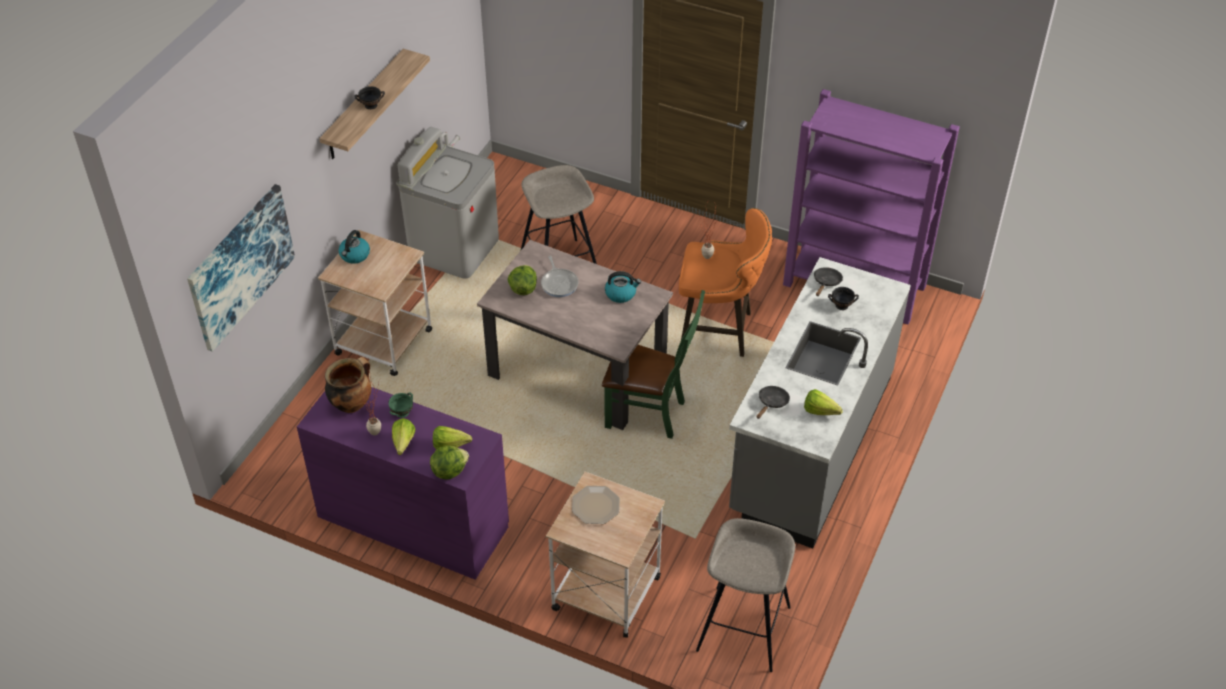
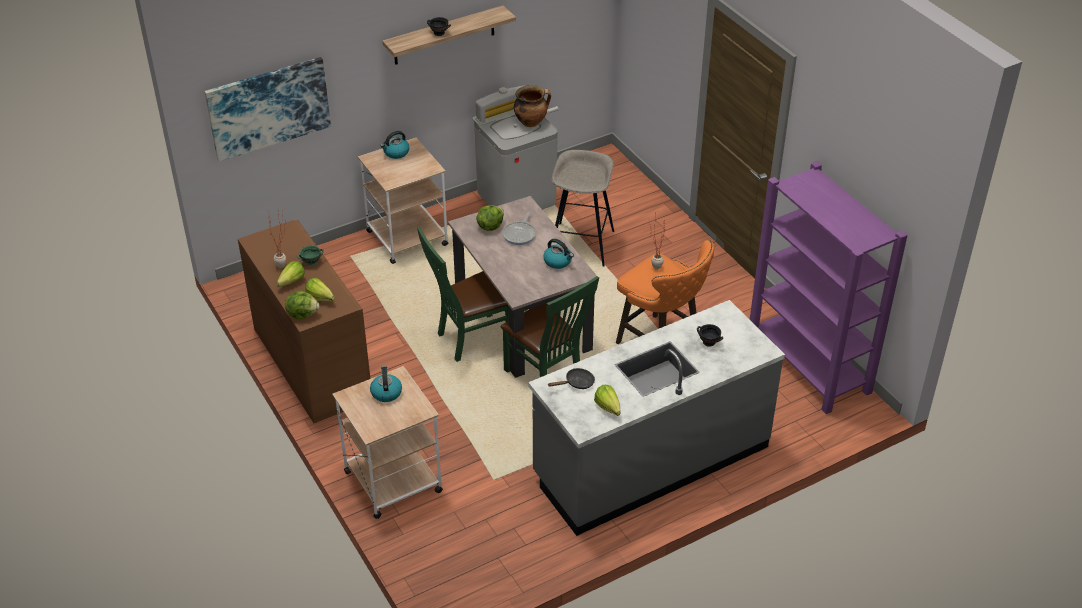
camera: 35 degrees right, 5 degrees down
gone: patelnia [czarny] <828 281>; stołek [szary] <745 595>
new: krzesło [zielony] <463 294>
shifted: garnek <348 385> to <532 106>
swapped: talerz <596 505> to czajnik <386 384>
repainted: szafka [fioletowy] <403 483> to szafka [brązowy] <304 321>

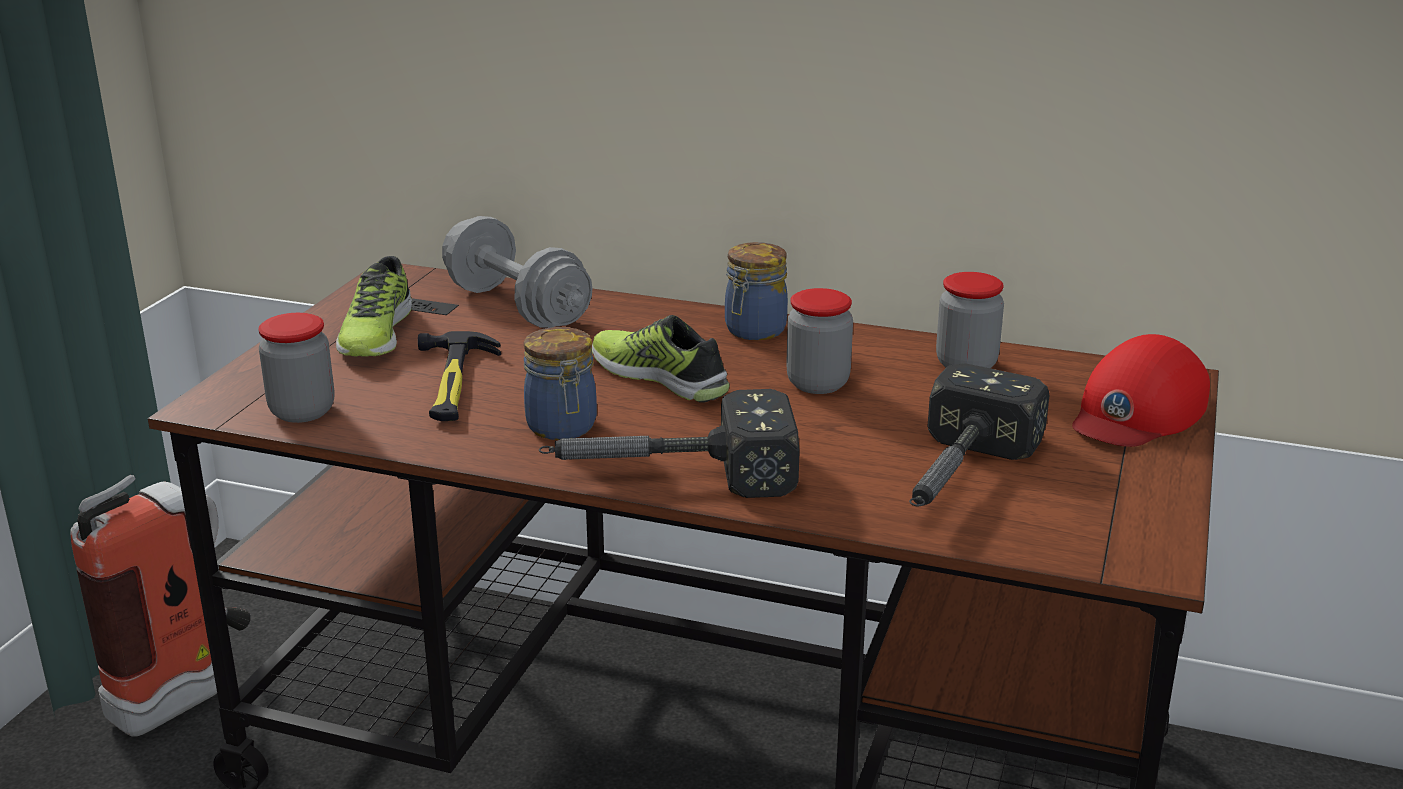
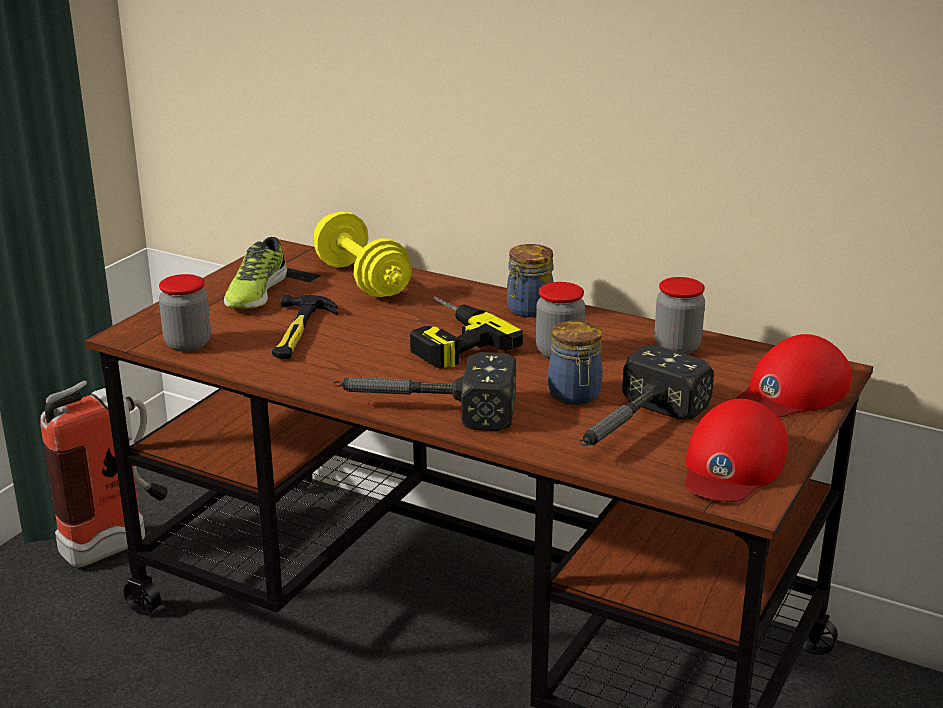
camera: 10 degrees right, 0 degrees up
new: czapka z daszkiem [czerwony] <736 450>
shifted: słoik <560 383> to <575 362>
swapped: but <661 359> to wiertarka <466 332>
repainted: hantel [szary] <517 272> to hantel [żółty] <363 254>

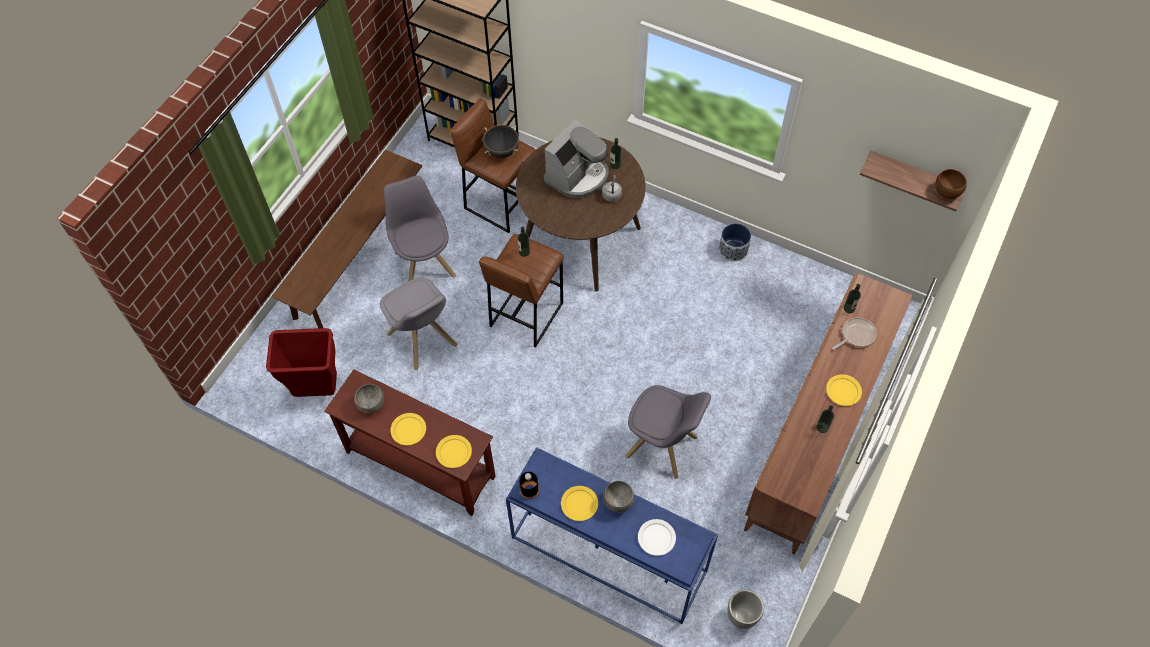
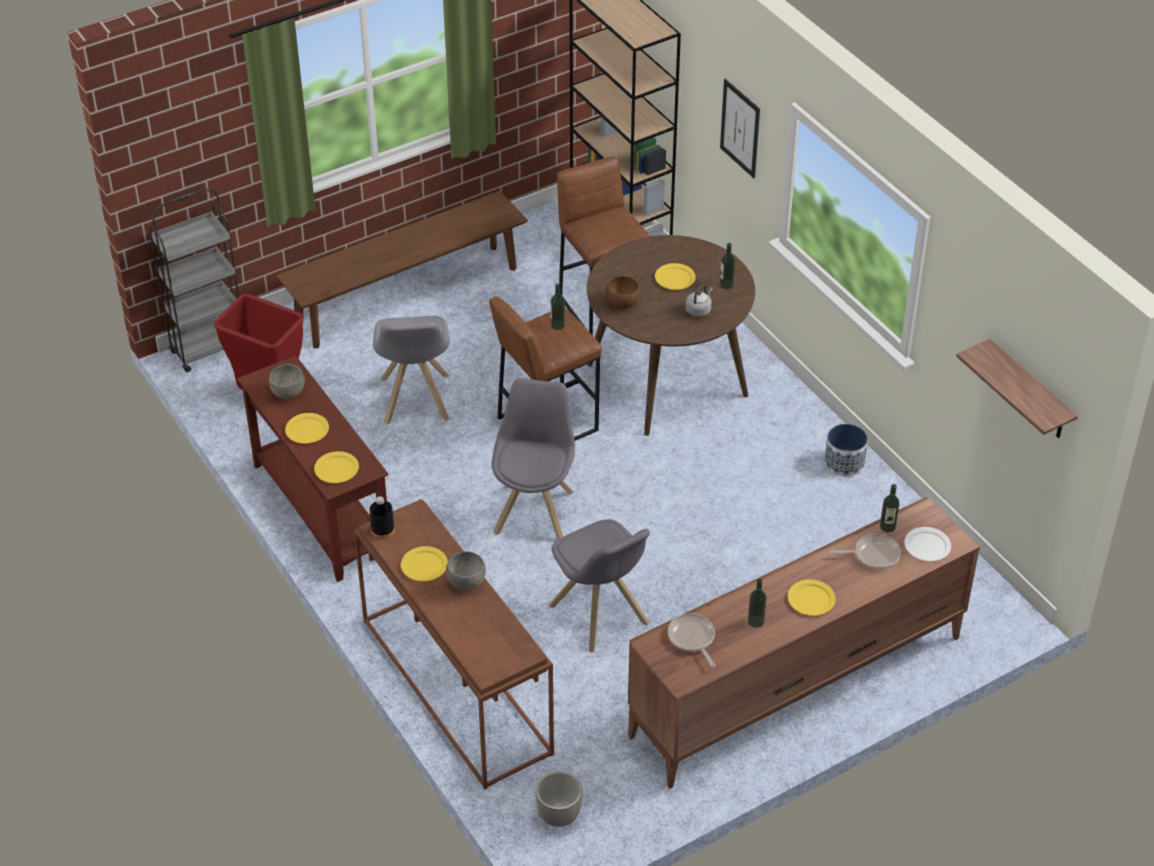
camera: 30 degrees right, 15 degrees down
gone: garnek [czarny] <501 141>
new: obraz <740 128>; wózek [szary] <194 281>; patelnia <691 640>
shifted: miska [brązowy] <951 184> to <623 292>; krzesło [szary] <420 228> to <533 459>; talerz [biały] <657 537> to <927 544>
swapped: ekspres do kawy <576 158> to talerz [żółty] <675 276>
repainted: stolik konsolowy [niebieski] <612 535> to stolik konsolowy [brązowy] <454 644>

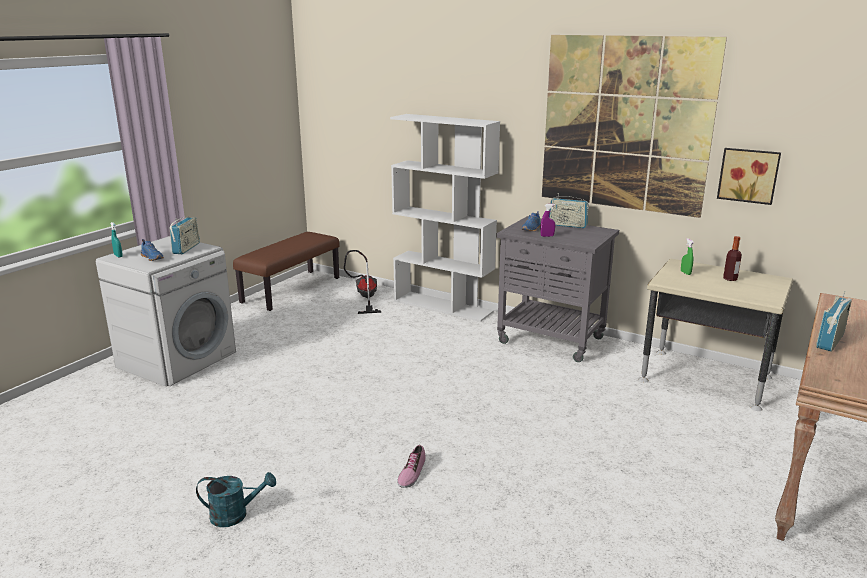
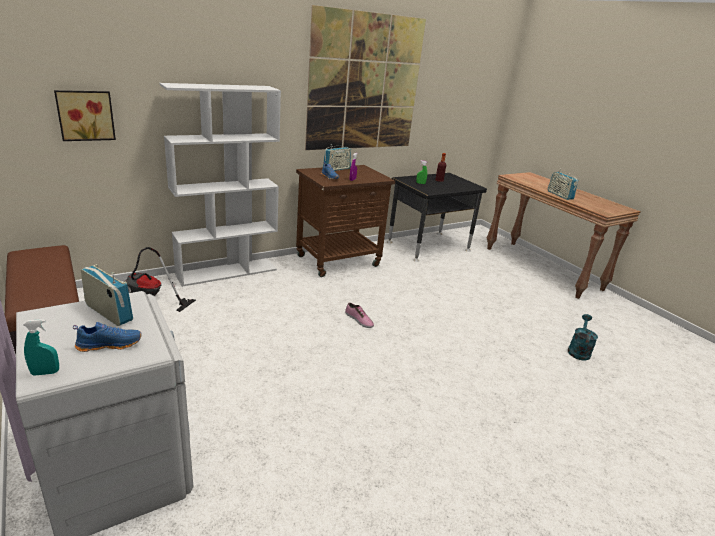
camera: 65 degrees left, 5 degrees up
shifted: obraz <749 176> to <85 115>; but <411 466> to <359 315>; konewka [turkusowy] <236 499> to <583 337>
repainted: wózek [szary] <558 289> to wózek [brązowy] <345 221>; biurko [beżowy] <715 335> to biurko [czarny] <436 217>

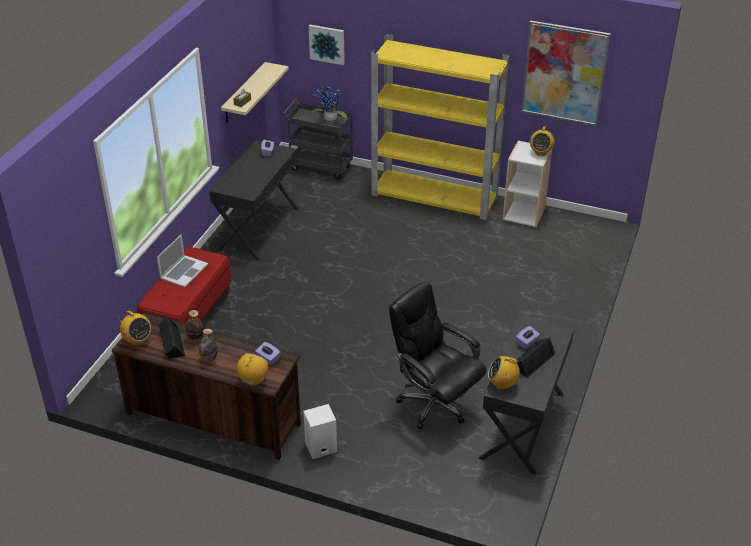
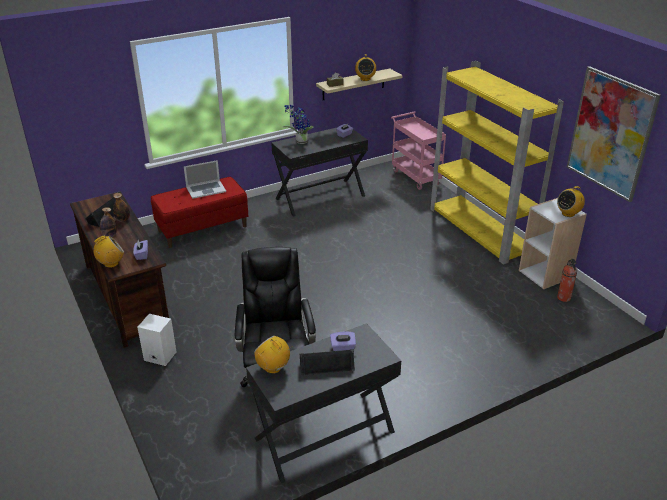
camera: 40 degrees right, 5 degrees down
gone: obraz <327 45>
new: gaśnica <567 280>
shifted: roślina doniczkowa <329 104> to <298 124>; radio <134 328> to <365 67>
repainted: wózek [szary] <317 139> to wózek [różowy] <418 150>

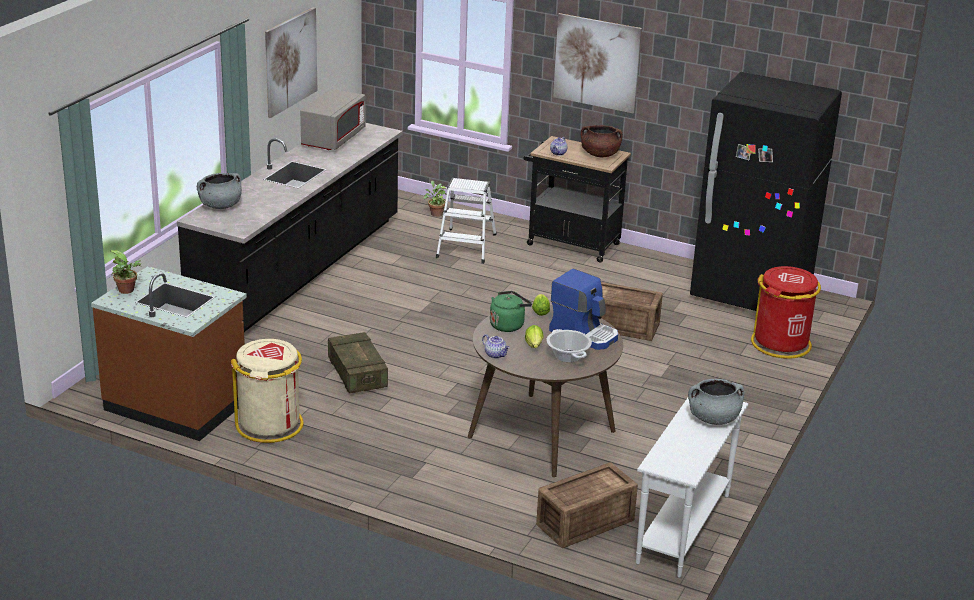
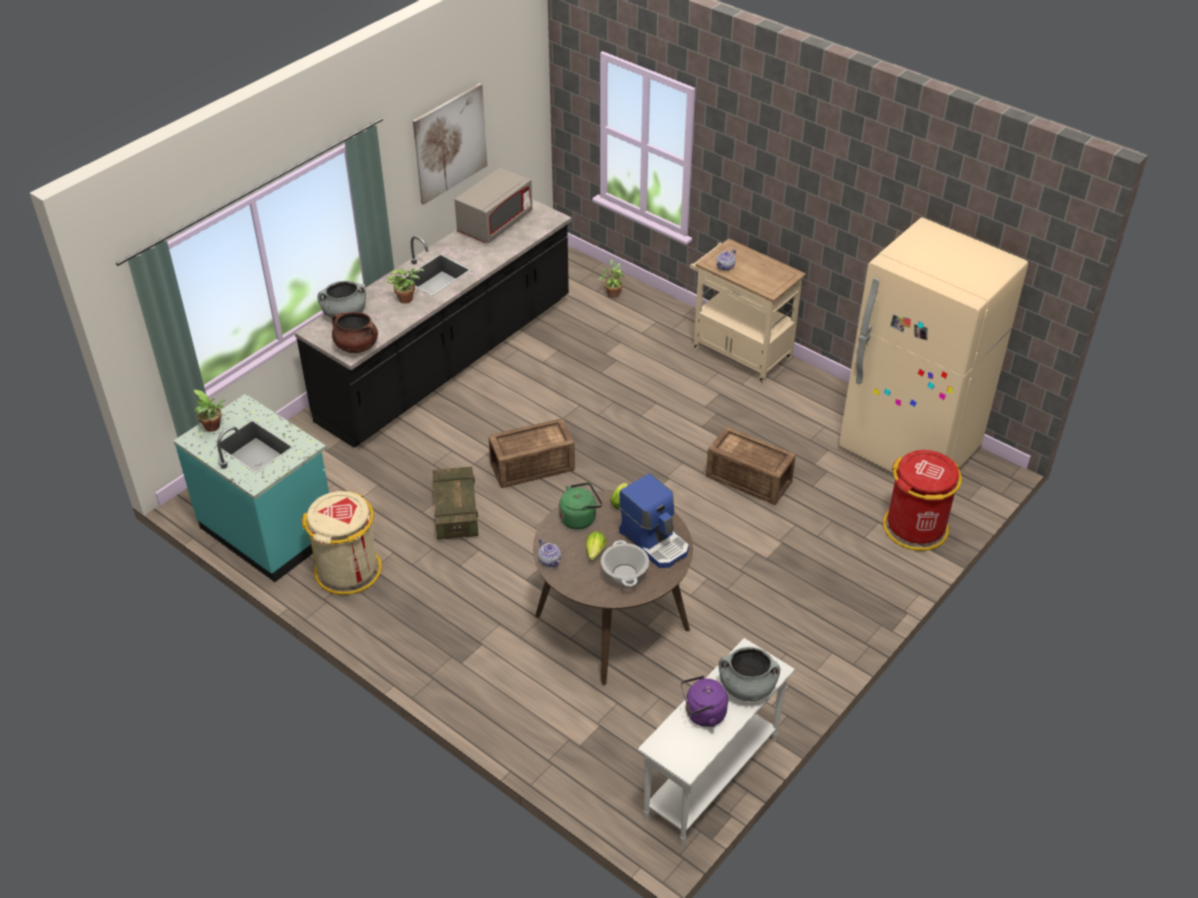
camera: 15 degrees right, 15 degrees up
gone: obraz <597 63>; drabinka [biały] <466 221>
new: roślina doniczkowa <406 286>; czajnik [fioletowy] <704 701>
shifted: garnek [brązowy] <602 141> to <355 332>; skrzynka <587 505> to <531 453>
repainted: lodówka [czarny] <766 191> to lodówka [beżowy] <933 345>; wózek [czarny] <577 199> to wózek [beżowy] <748 311>; zabudowa kuchenna [brązowy] <169 353> to zabudowa kuchenna [turkusowy] <251 488>

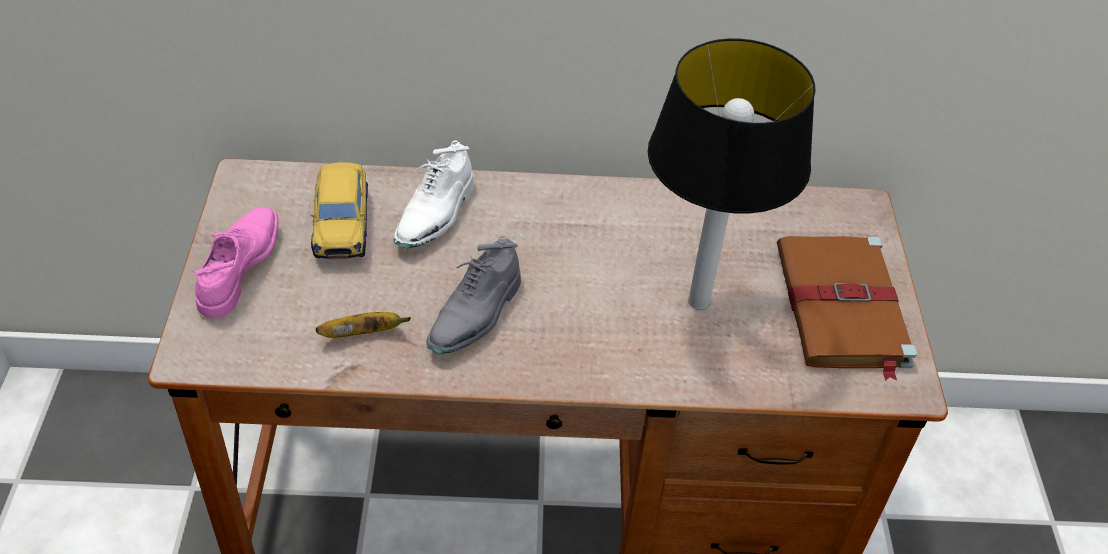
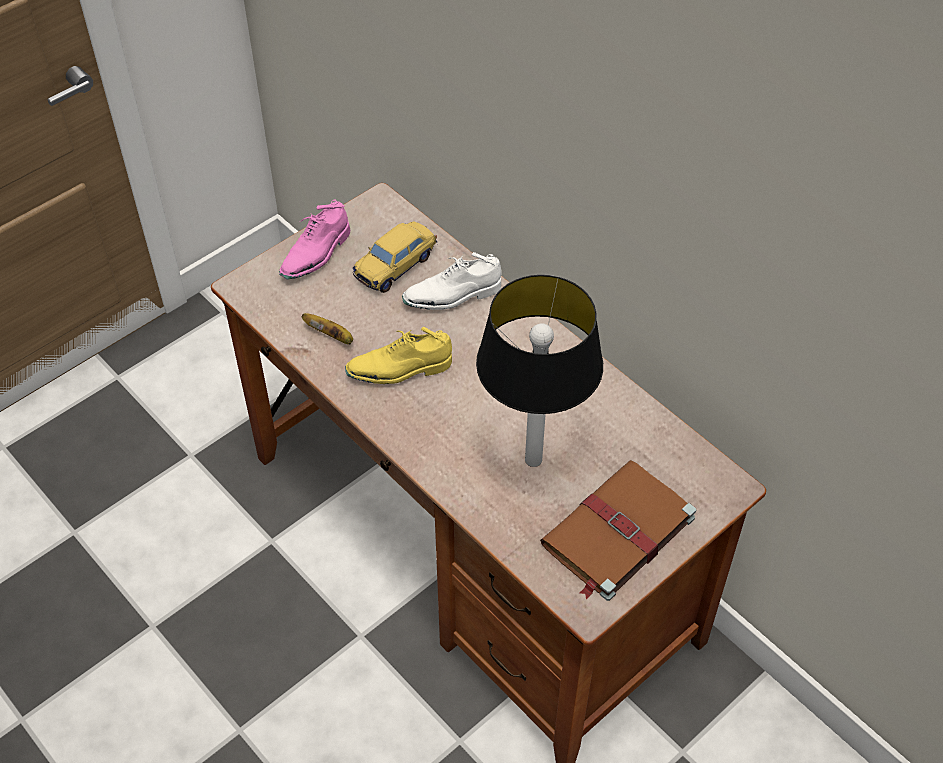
camera: 50 degrees right, 5 degrees up
repainted: but [szary] <473 295> to but [żółty] <398 355>
rotated: but [różowy] <236 262> = <314 239> 150 degrees clockwise

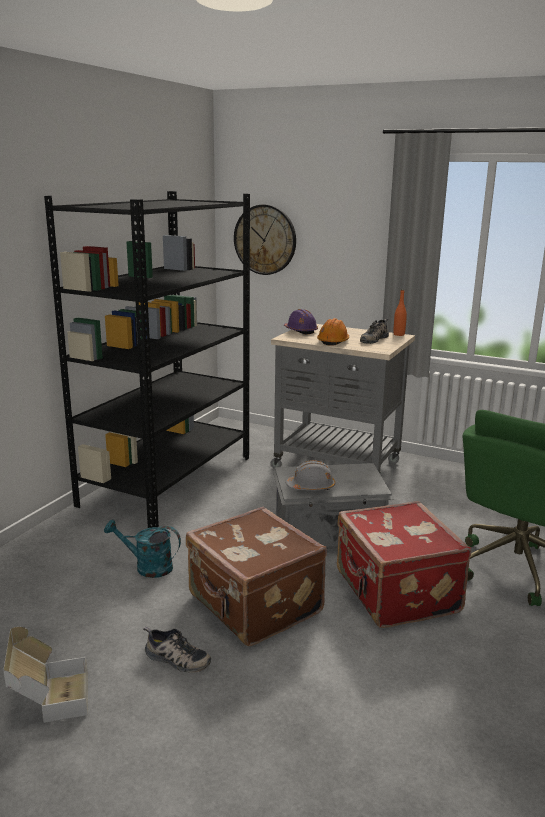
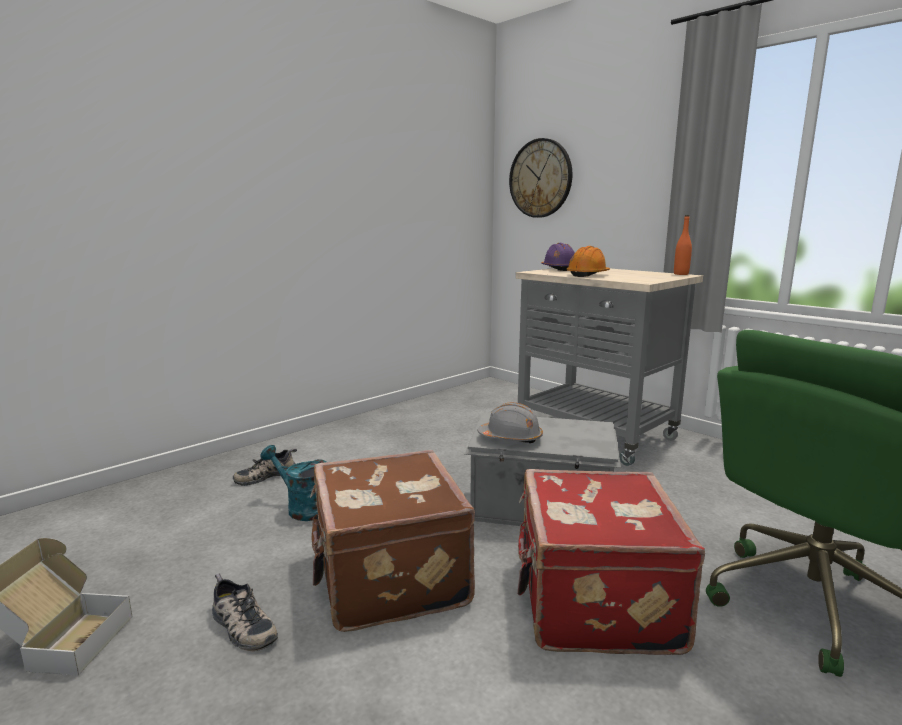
camera: 20 degrees right, 5 degrees down
gone: regał [czarny] <147 359>
shifted: but <374 331> to <265 467>

